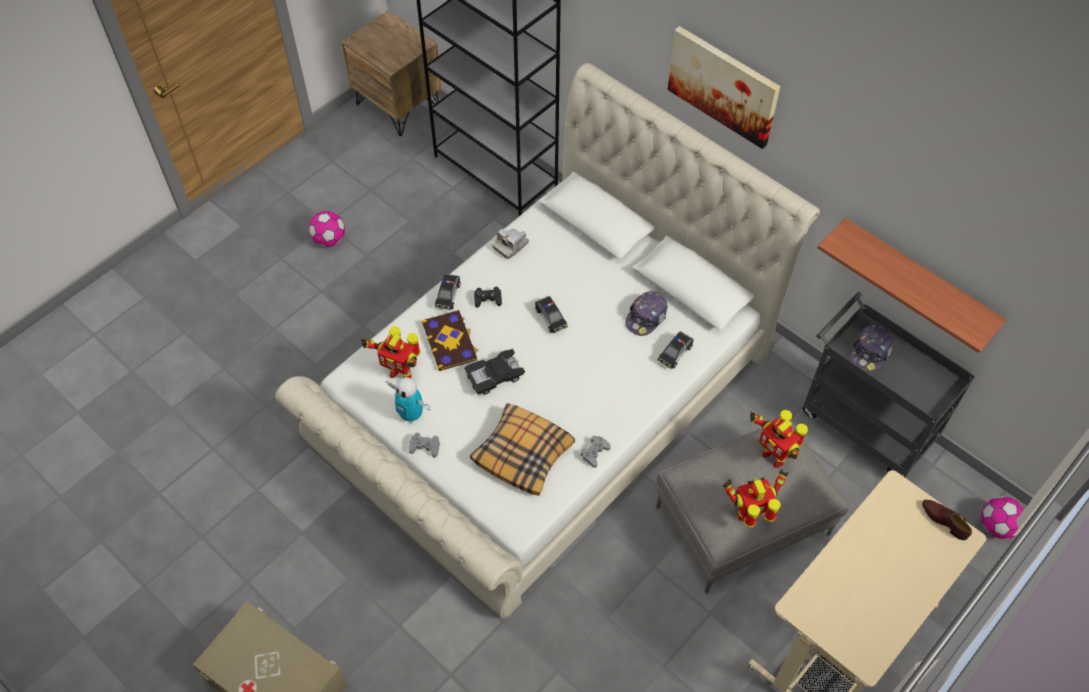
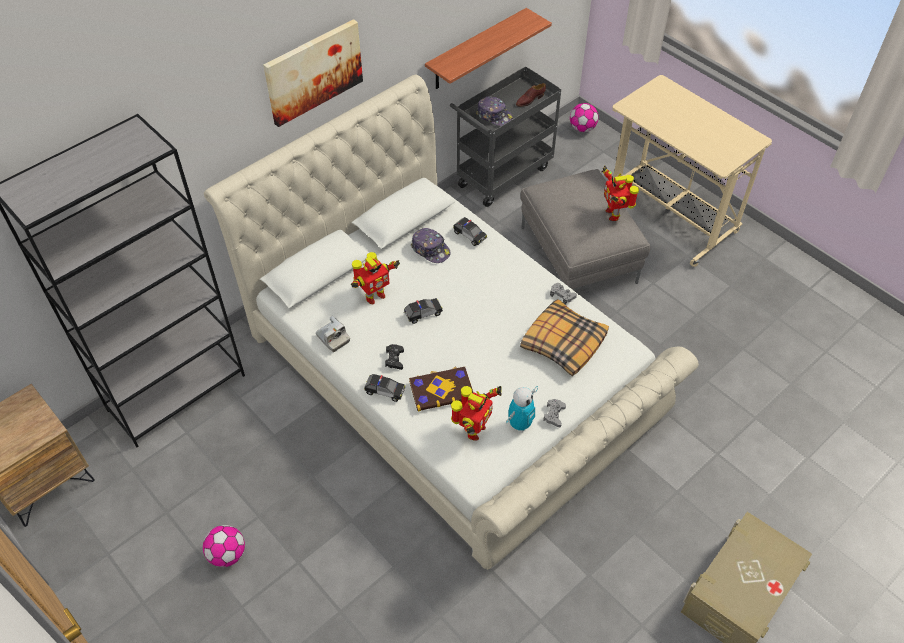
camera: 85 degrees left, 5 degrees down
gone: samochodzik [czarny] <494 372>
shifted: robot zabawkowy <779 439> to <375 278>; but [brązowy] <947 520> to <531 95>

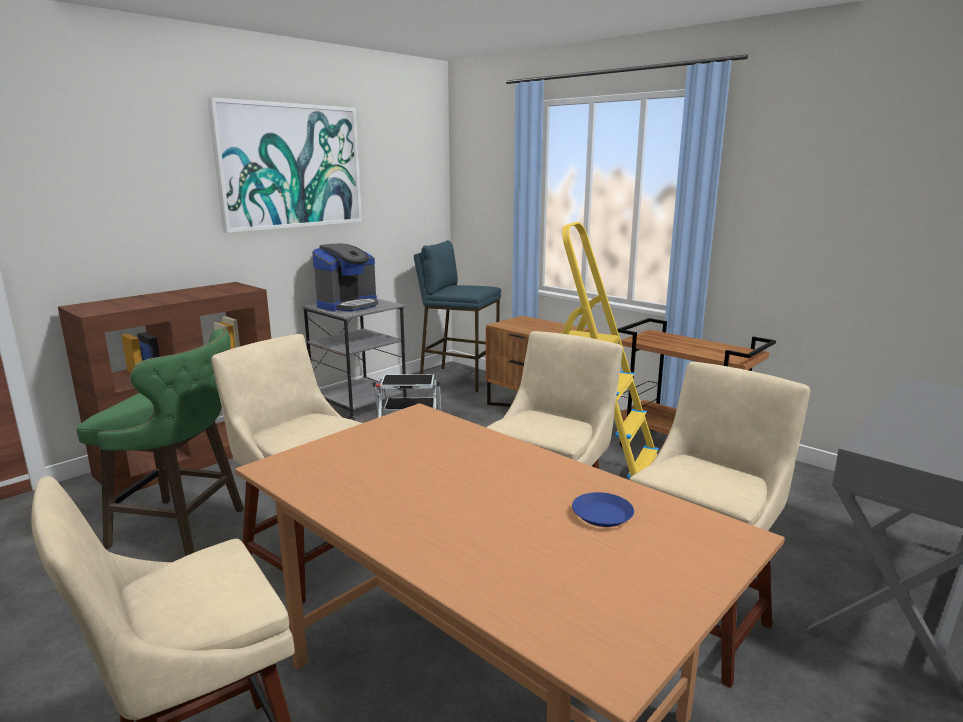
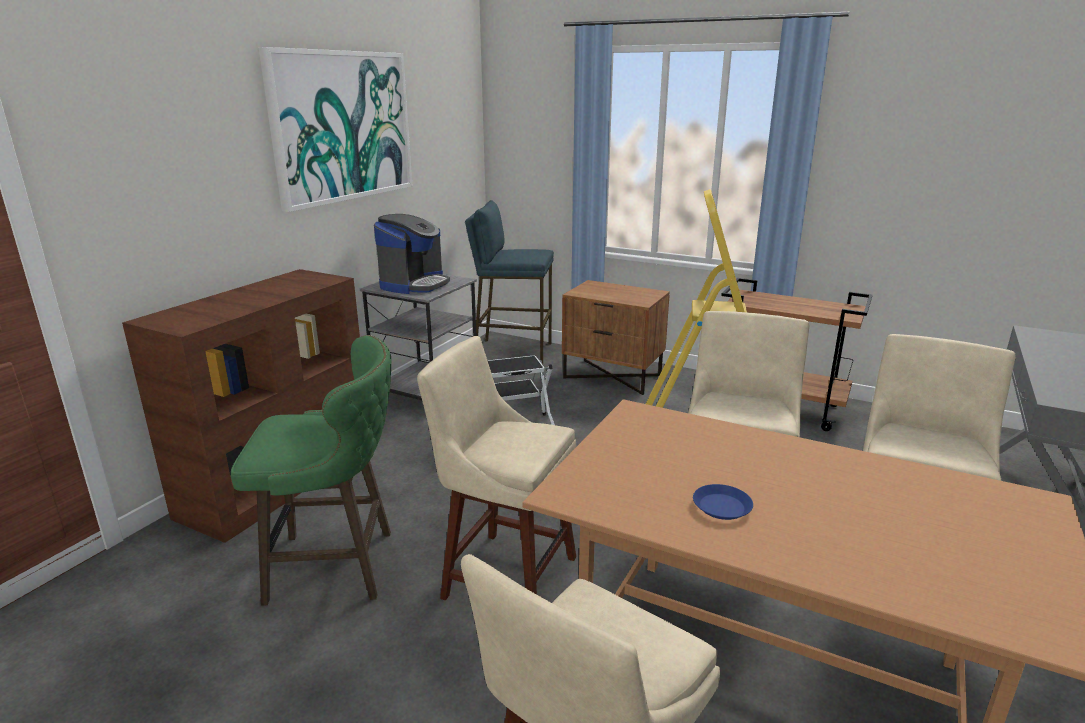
camera: 15 degrees left, 5 degrees up
shifted: talerz [niebieski] <603 509> to <723 502>

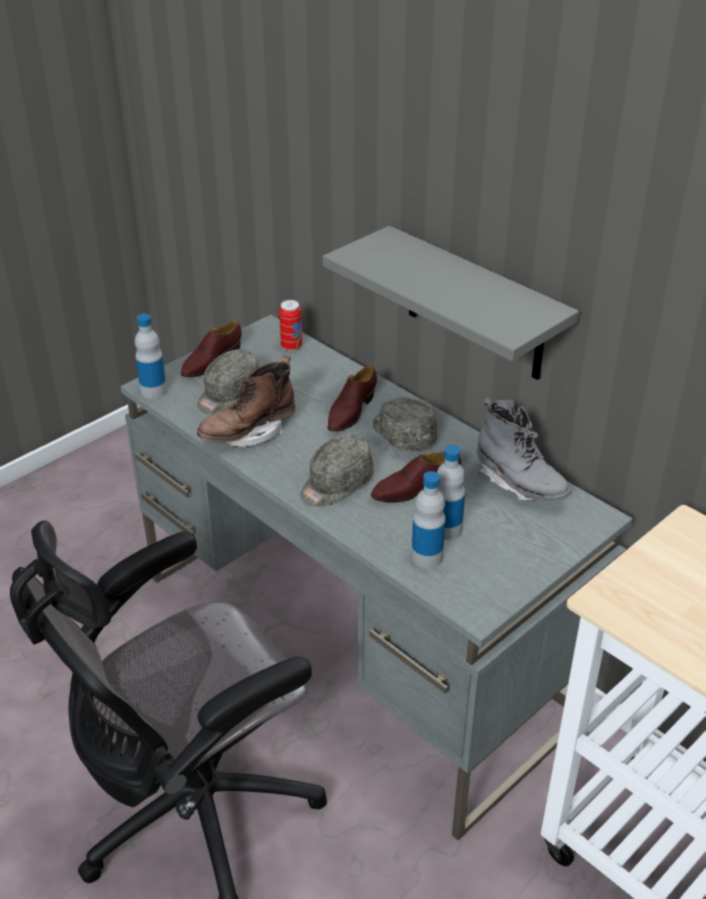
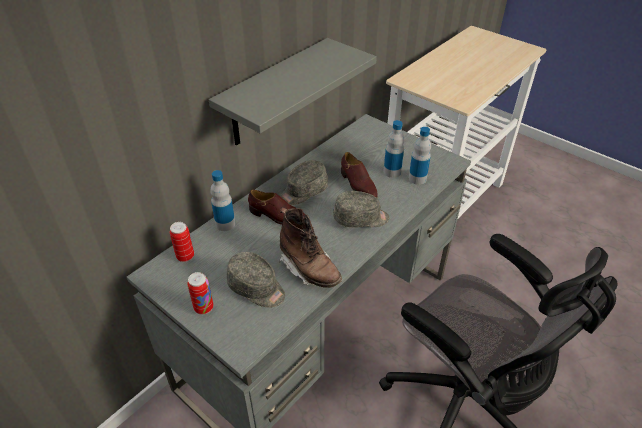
camera: 95 degrees left, 5 degrees up
gone: but z cholewką [szary] <524 450>
shifted: butelka <151 356> to <222 200>
swapped: but [brązowy] <211 348> to puszka <200 293>
rotated: czapka z daszkiem [szary] <337 470> = <361 209> 45 degrees counterclockwise

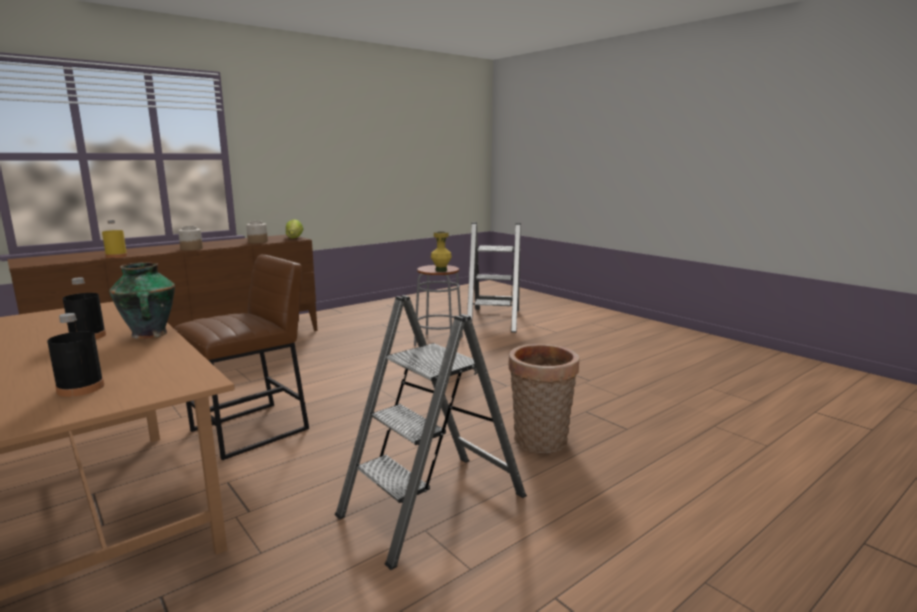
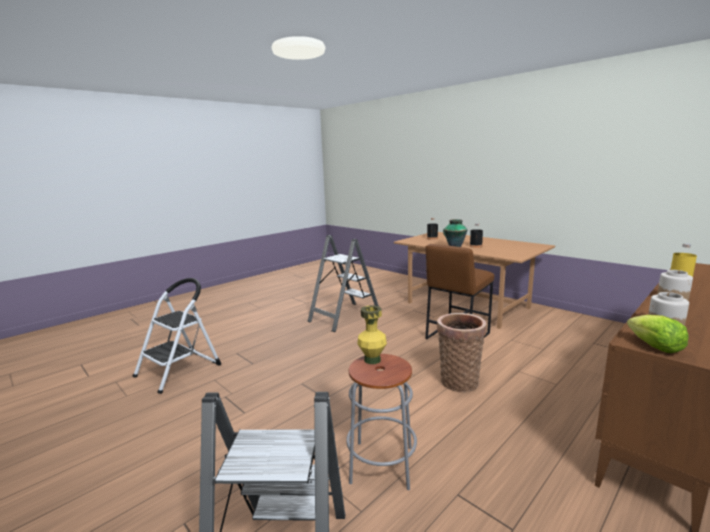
camera: 175 degrees right, 0 degrees up
new: drabinka <176 336>
shifted: koszyk <544 398> to <461 353>

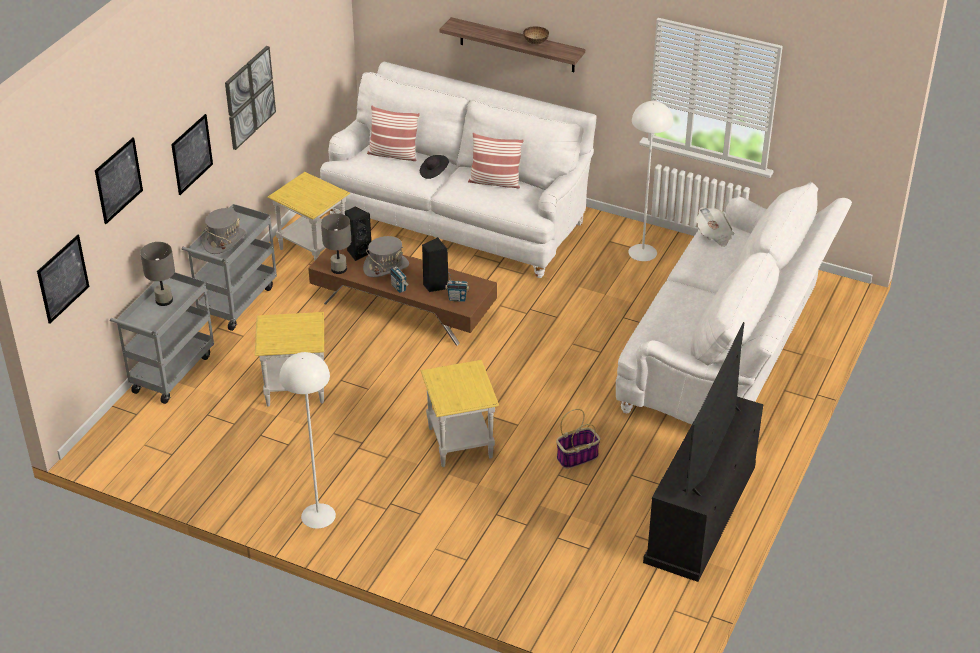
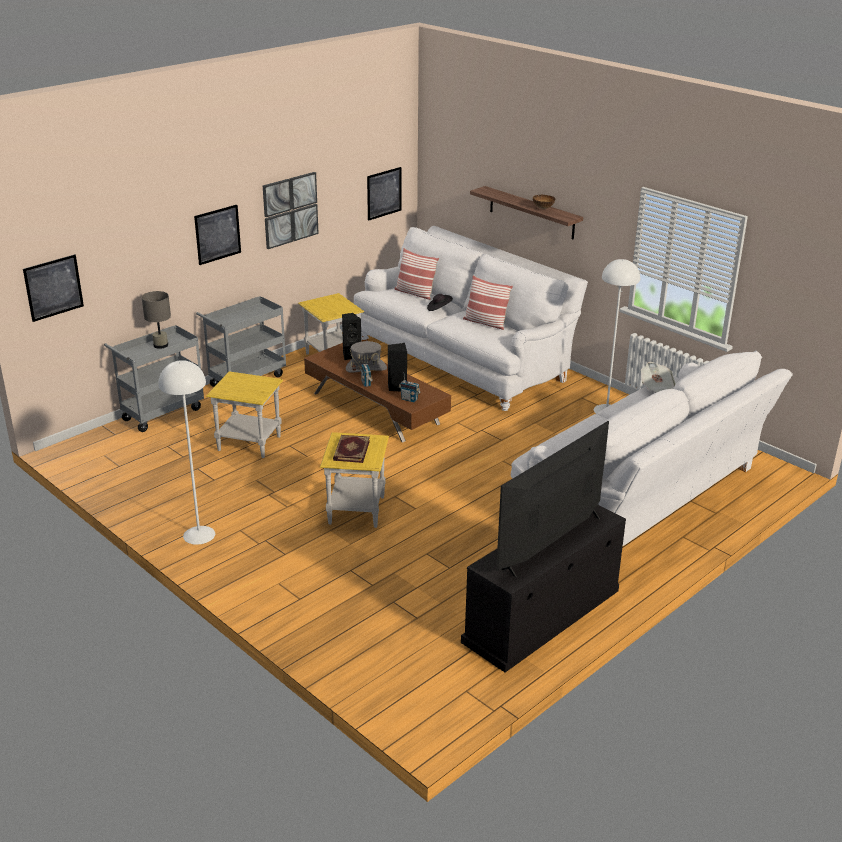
camera: 20 degrees right, 10 degrees down
gone: kapelusz [szary] <224 231>; lampa stołowa [szary] <336 243>; koszyk <578 439>
new: książka <351 449>
shifted: obraz <119 181> to <384 194>

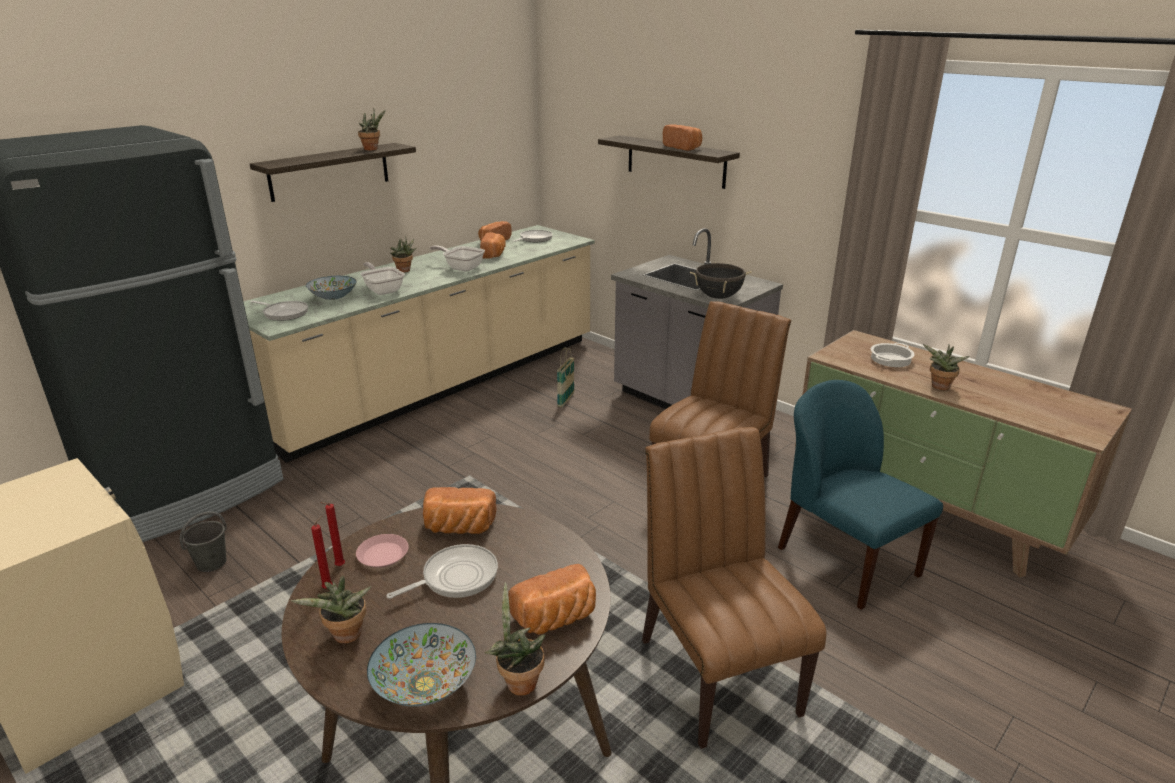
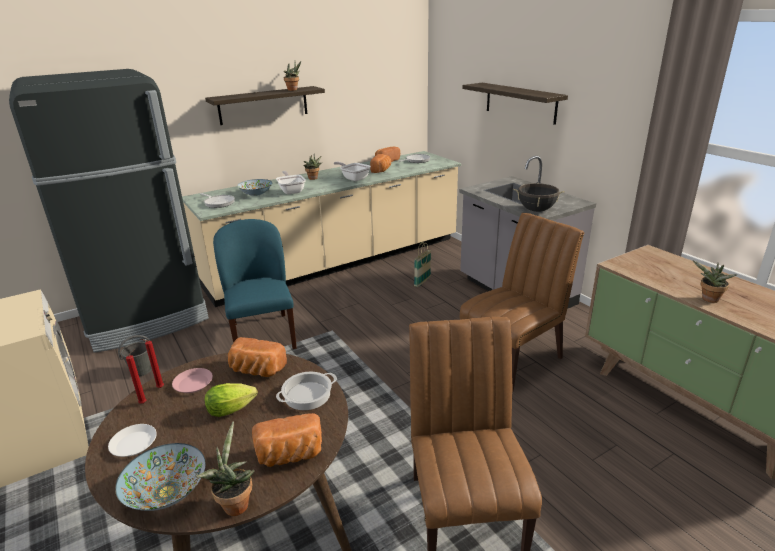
camera: 15 degrees right, 0 degrees up
gone: chleb <682 138>
shifted: garnek <893 355> to <306 391>; krzesło [niebieski] <860 495> to <255 284>
swapped: patelnia <442 571> to sałata <231 400>; roślina doniczkowa <331 609> to talerz [biały] <132 440>

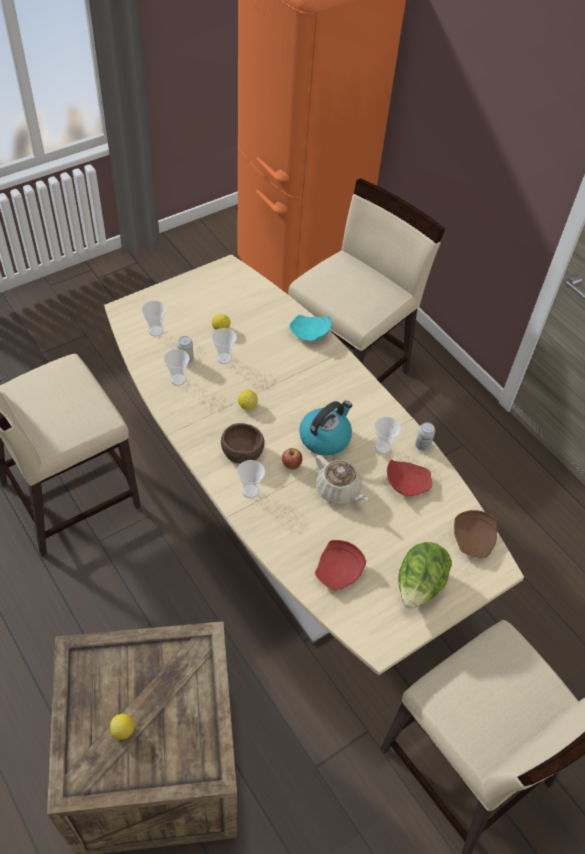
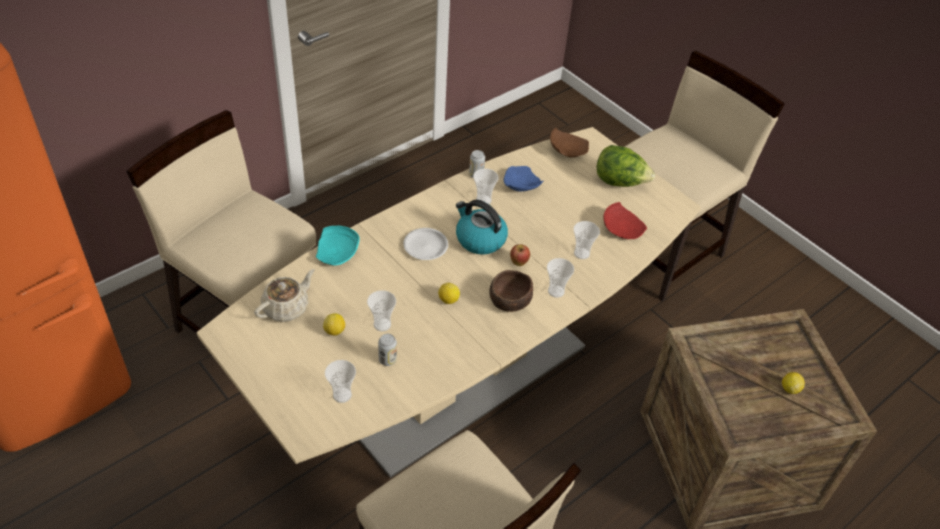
camera: 95 degrees left, 5 degrees down
new: talerz [biały] <425 244>
shifted: filiżanka <176 367> to <587 240>; imbryk [beżowy] <342 479> to <284 295>
repainted: talerz [czerwony] <409 477> to talerz [niebieski] <523 178>

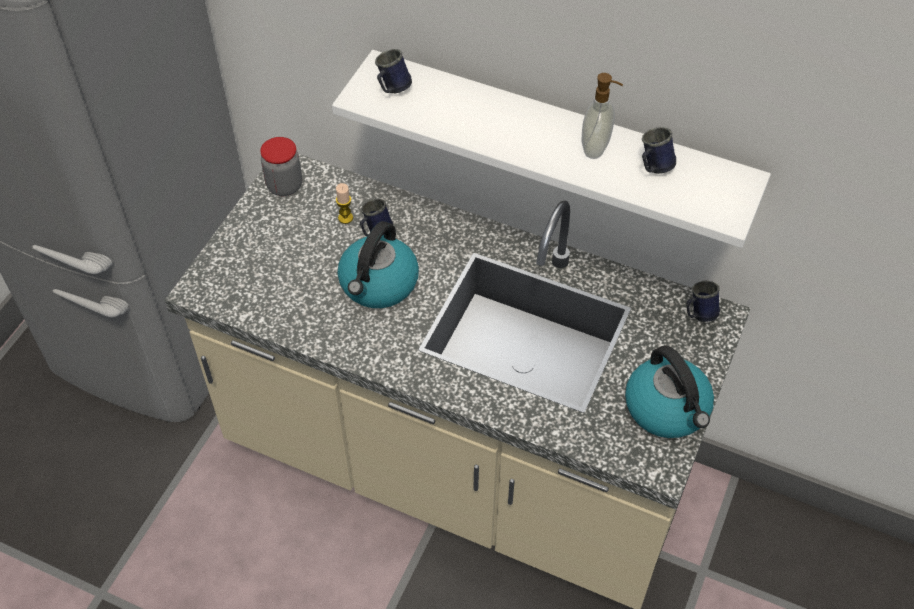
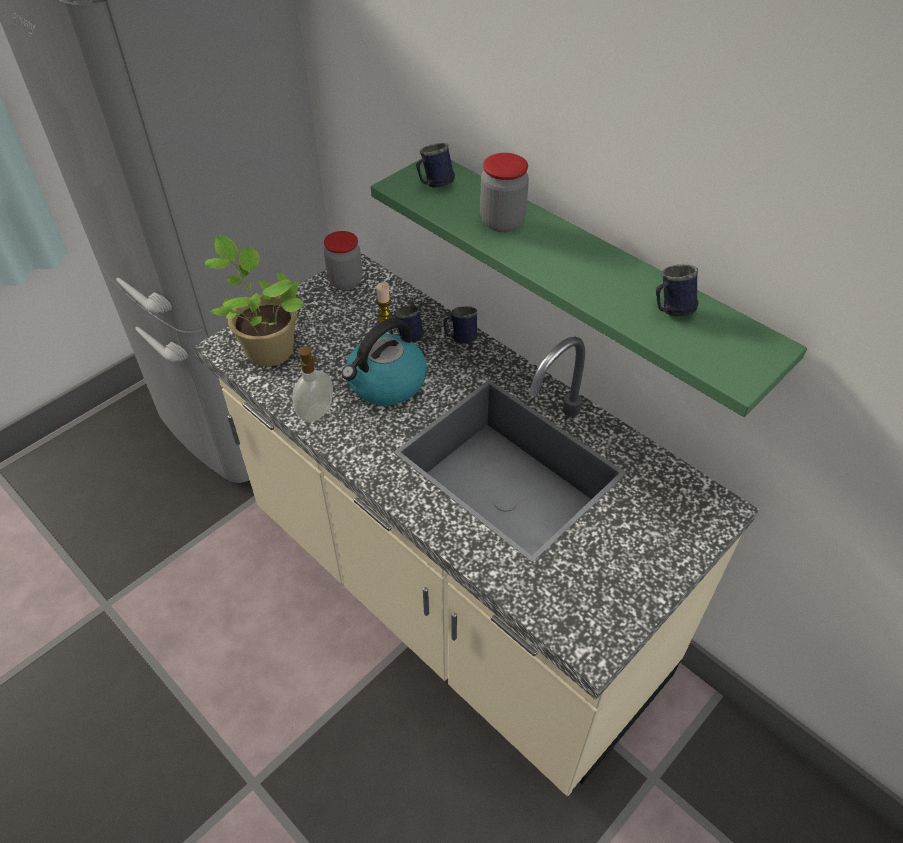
camera: 20 degrees right, 5 degrees down
gone: czajnik <669 392>
new: słoik <504 192>; roślina doniczkowa <254 300>
shifted: dozownik mydła <602 116> to <312 384>; kubek [niebieski] <703 301> to <460 325>
repainted: półka [biały] <551 149> to półka [zielony] <589 288>

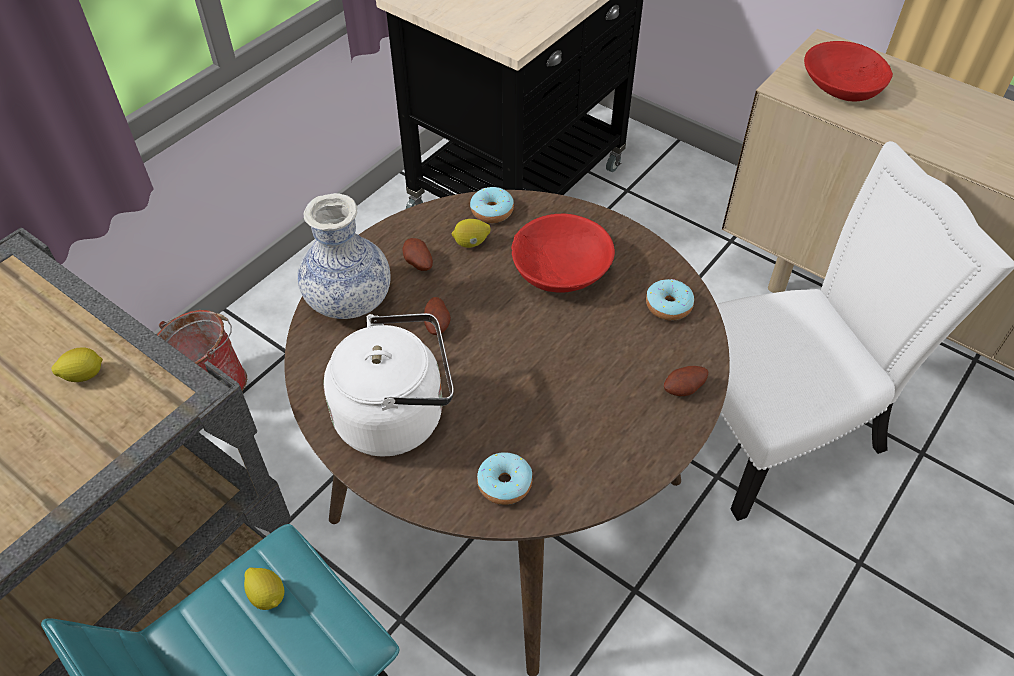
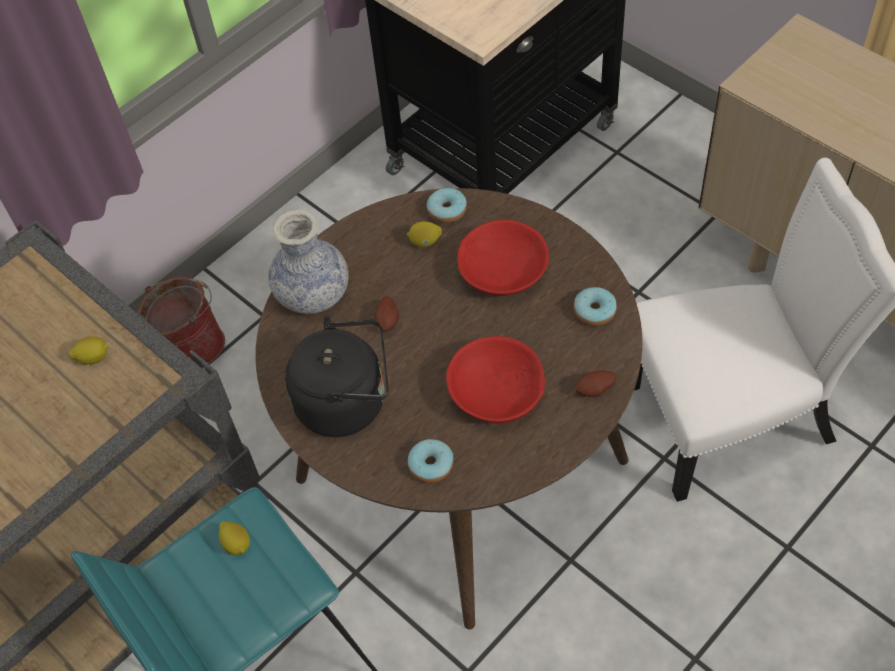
camera: 10 degrees right, 5 degrees up
gone: ziemniak <417 254>
shifted: miska [czerwony] <848 71> to <495 379>
repainted: czajnik [biały] <388 385> to czajnik [czarny] <337 376>

